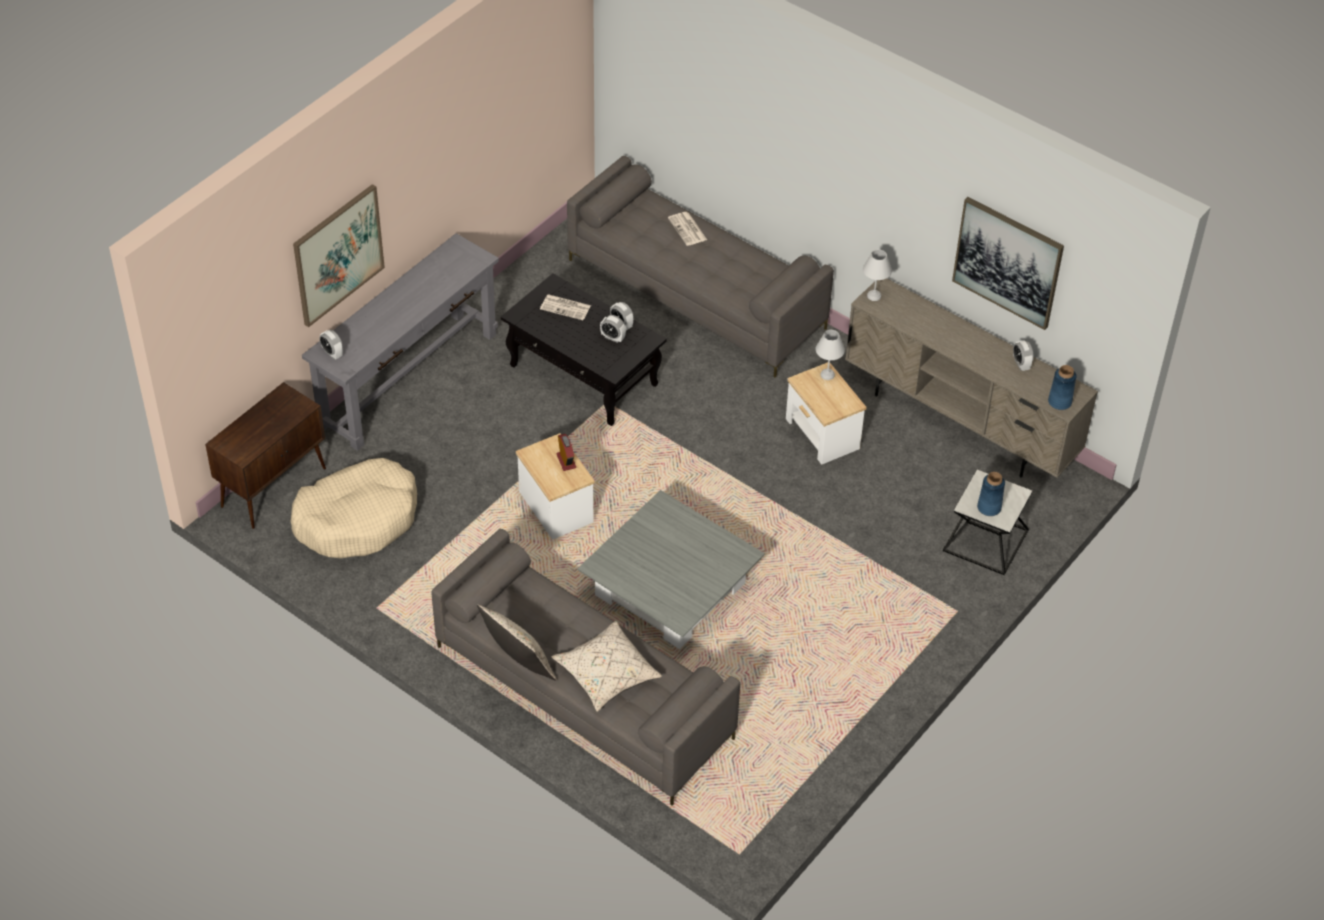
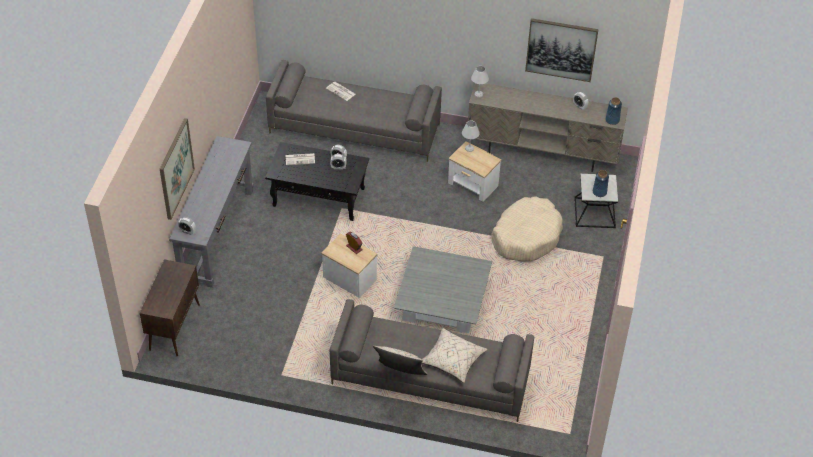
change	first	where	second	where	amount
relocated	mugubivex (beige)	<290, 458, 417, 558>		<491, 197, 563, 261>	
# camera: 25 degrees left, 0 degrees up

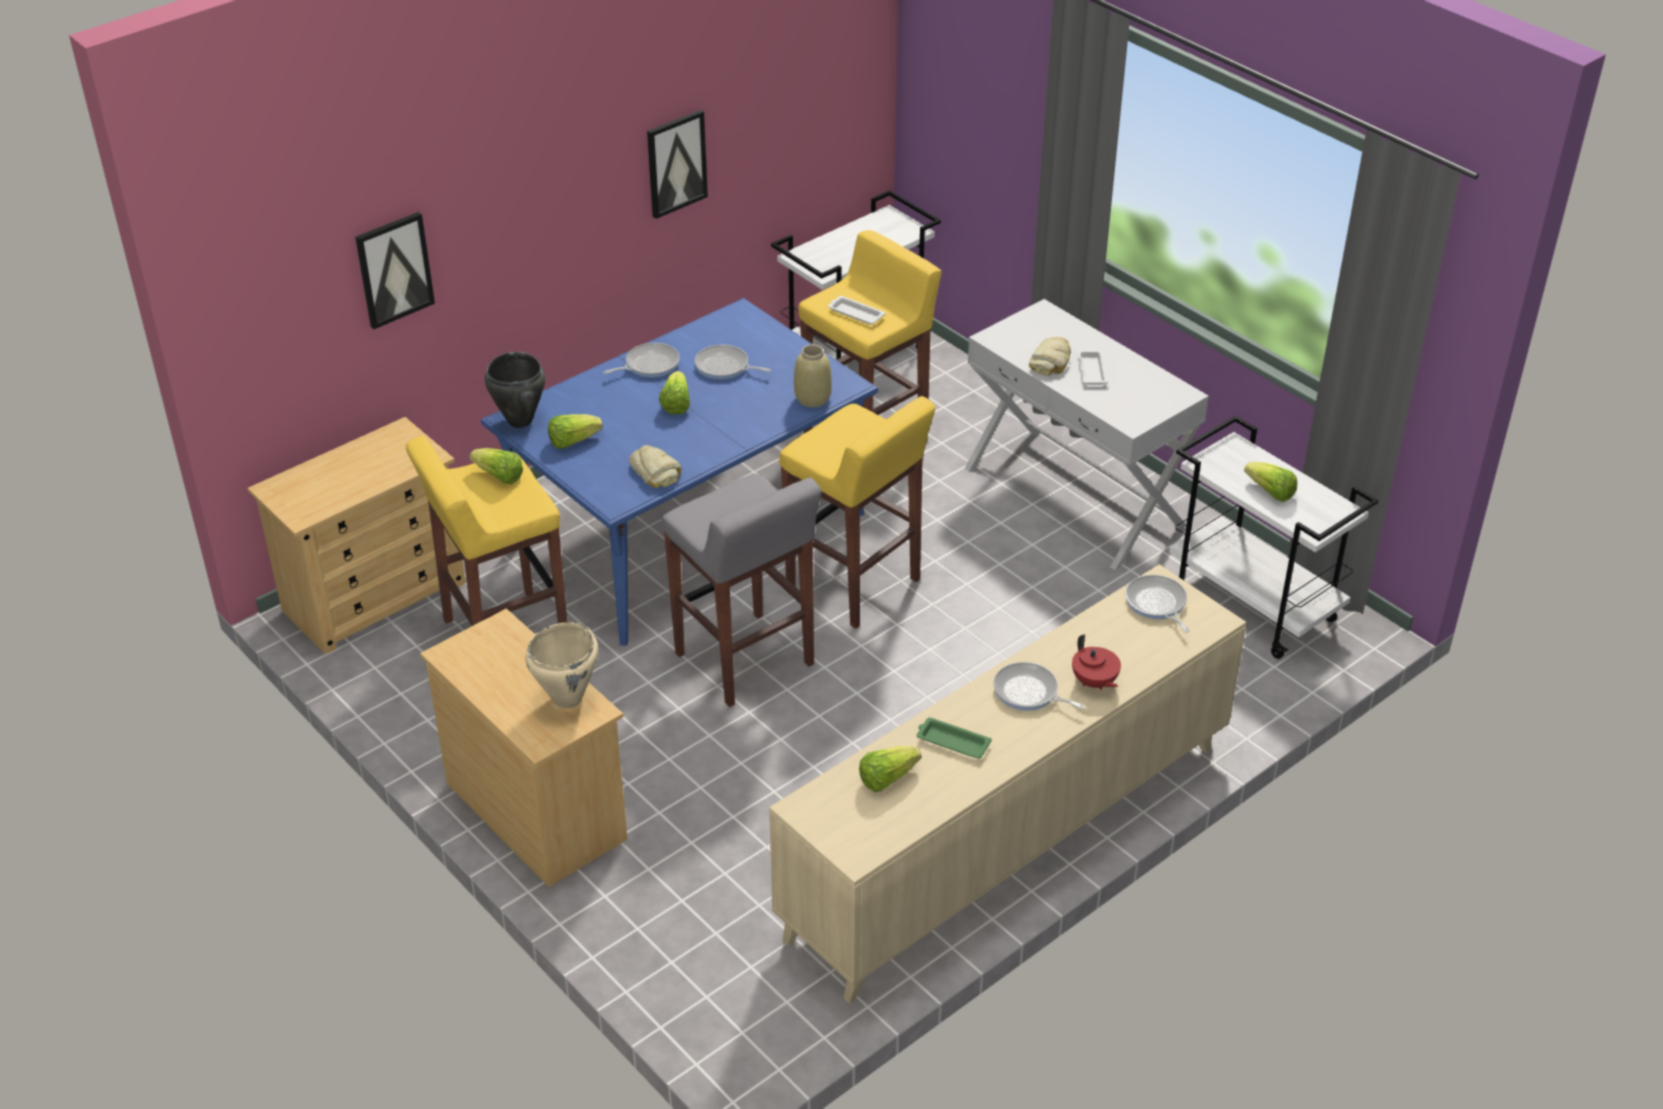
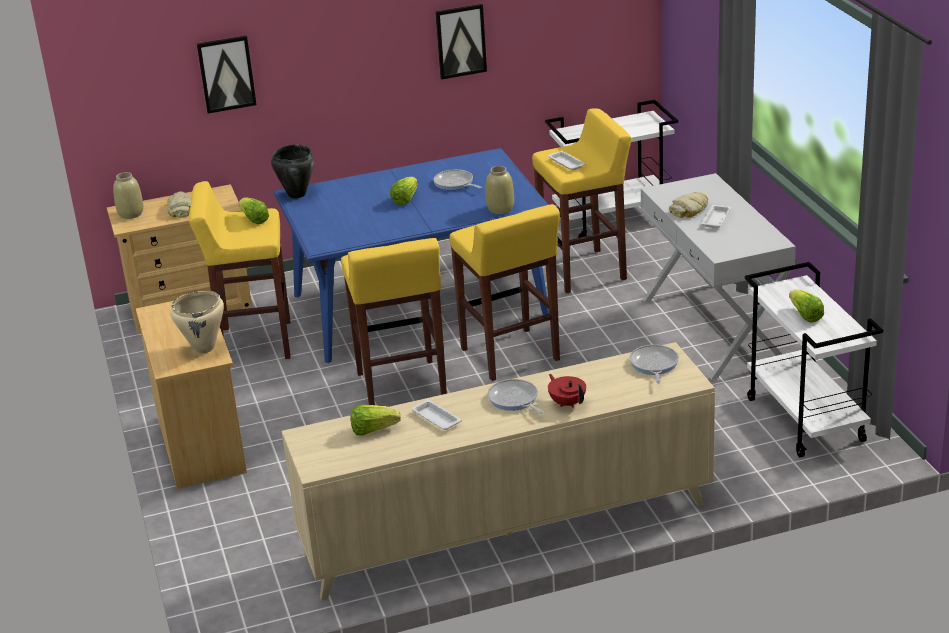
change	first	where	second	where	amount
appeared			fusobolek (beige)	<113, 172, 144, 219>	
relocated	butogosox	<629, 445, 681, 488>		<167, 191, 191, 218>	
colour	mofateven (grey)	<662, 474, 821, 707>	mofateven (yellow)	<341, 238, 447, 405>	
colour	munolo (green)	<917, 717, 992, 759>	munolo (white)	<411, 400, 462, 430>	
spun	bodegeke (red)	<1072, 634, 1121, 690>		<548, 374, 586, 407>	150 degrees clockwise
missing	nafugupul	<548, 414, 603, 449>			
missing	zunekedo	<604, 343, 680, 378>			
# camera: 25 degrees right, 10 degrees down

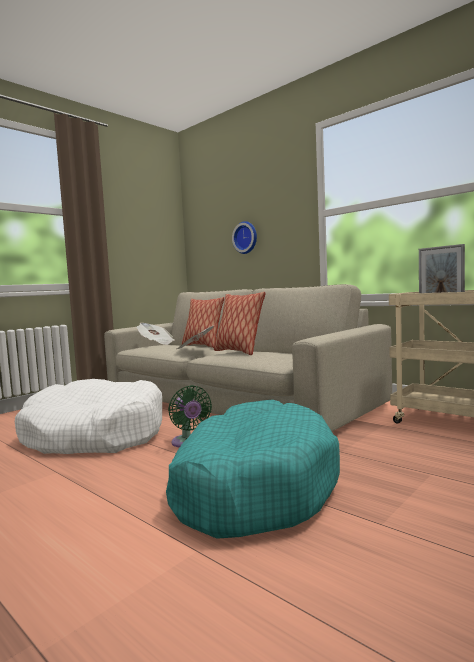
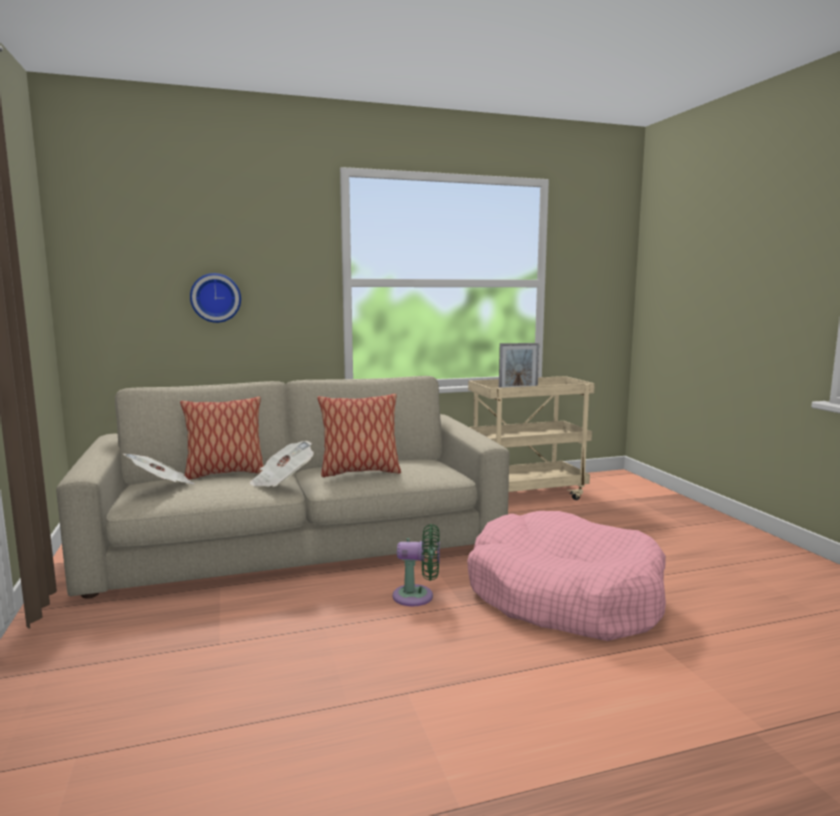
change	first	where	second	where	amount
colour	mugubivex (turquoise)	<166, 400, 340, 539>	mugubivex (pink)	<467, 511, 666, 641>	
missing	mugubivex (white)	<15, 379, 162, 454>			
# camera: 60 degrees left, 5 degrees up

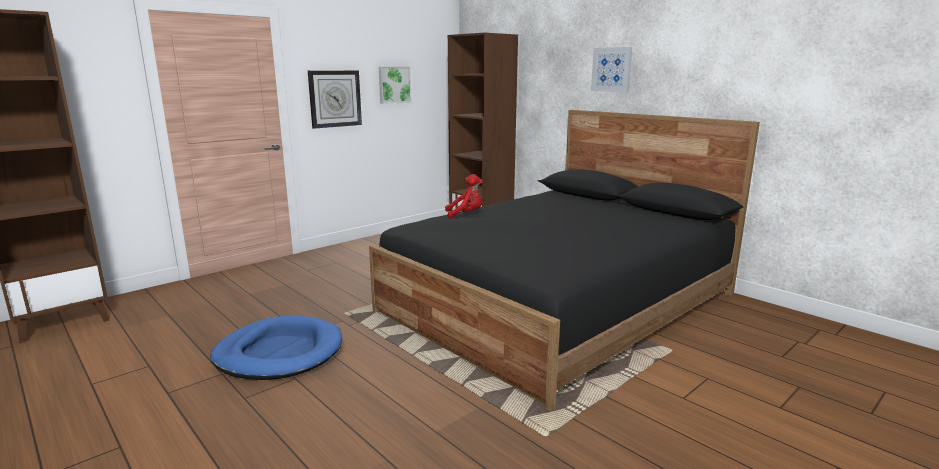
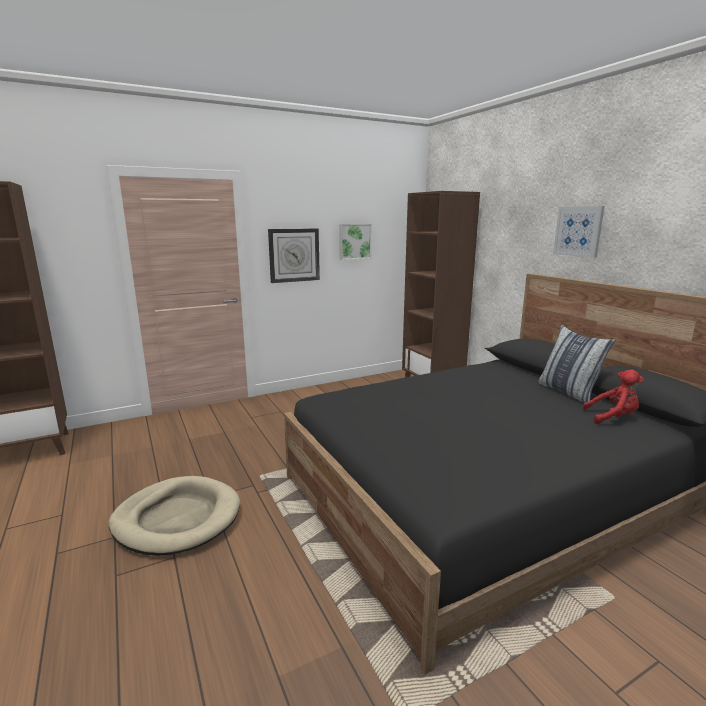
change	first	where	second	where	amount
colour	mugubivex (blue)	<210, 316, 342, 380>	mugubivex (beige)	<109, 476, 240, 556>	
appeared			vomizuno	<538, 325, 616, 403>	
relocated	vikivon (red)	<445, 174, 482, 219>		<583, 370, 644, 424>	
# camera: 15 degrees right, 0 degrees up

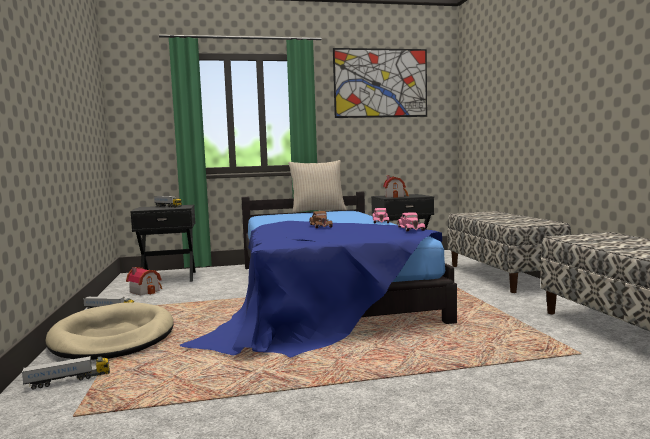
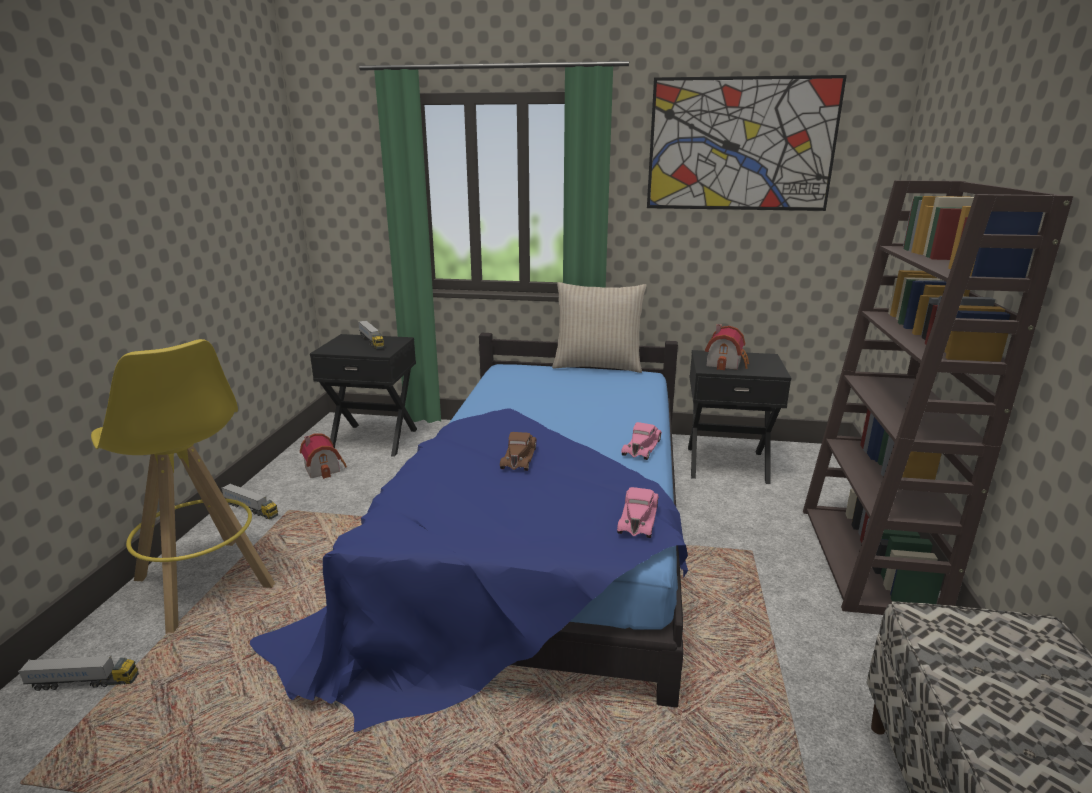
change	first	where	second	where	amount
exchanged	mugubivex (beige)	<45, 302, 174, 360>	mofateven (yellow)	<91, 339, 275, 634>	
exchanged	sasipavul	<448, 211, 571, 293>	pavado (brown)	<803, 180, 1073, 615>	
# camera: 20 degrees right, 15 degrees up

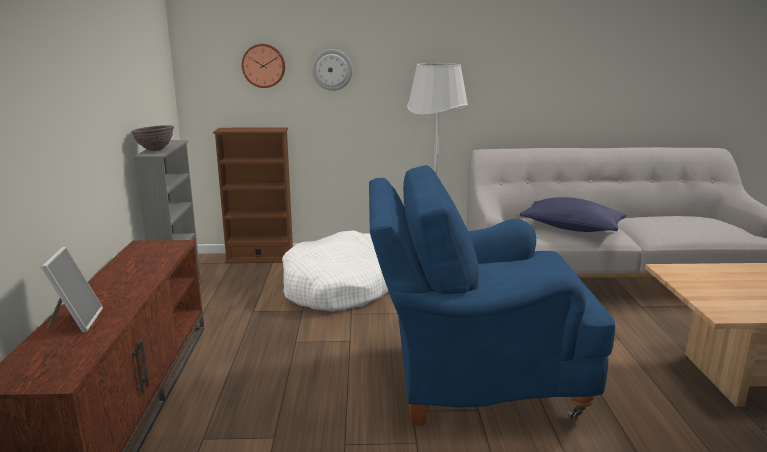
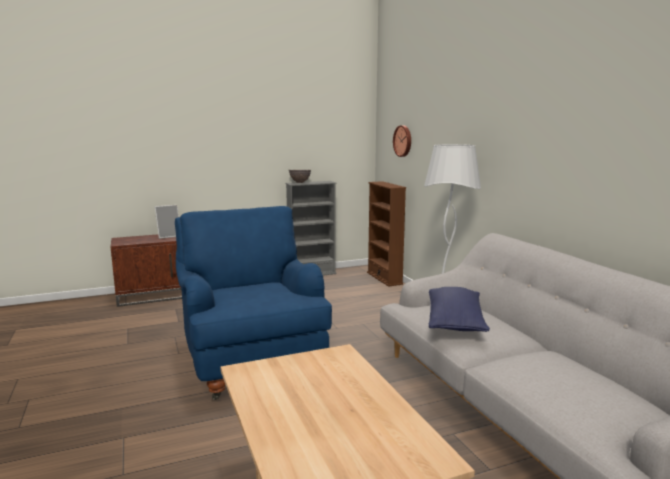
change	first	where	second	where	amount
missing	mugubivex (white)	<282, 230, 389, 311>			
missing	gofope	<312, 49, 353, 91>			
# camera: 70 degrees right, 5 degrees down

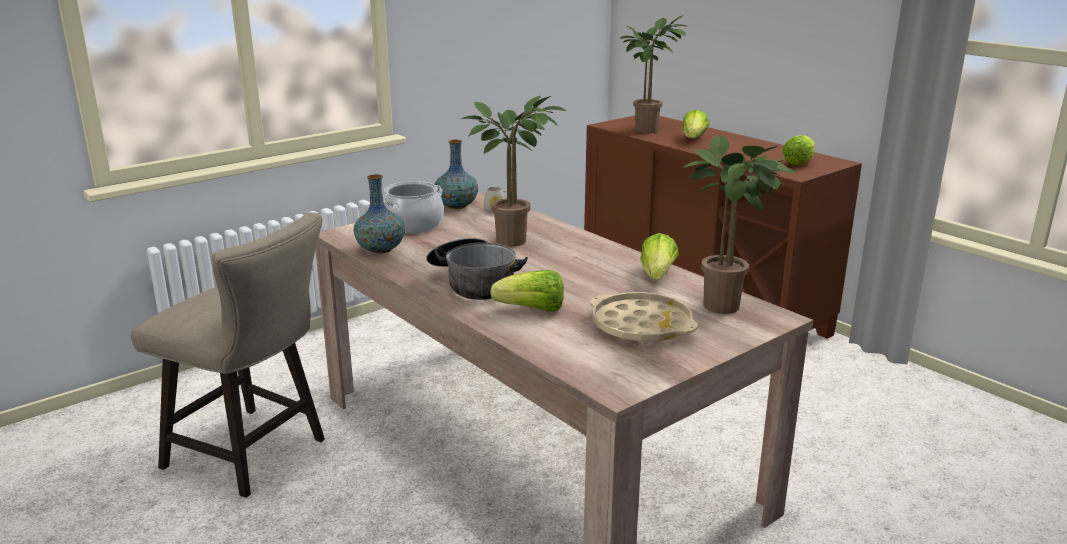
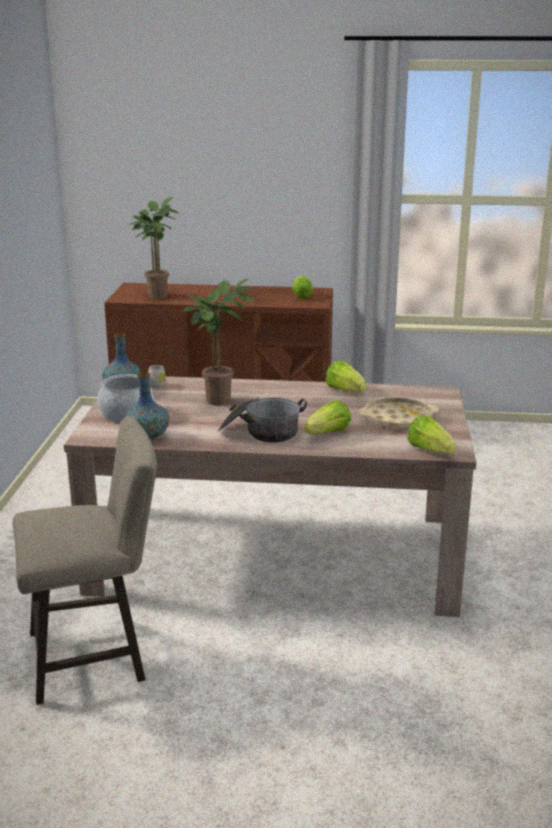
change	first	where	second	where	amount
relocated	nafugupul	<682, 109, 709, 138>		<407, 416, 456, 454>	
missing	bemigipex	<682, 135, 797, 314>			
# camera: 45 degrees left, 0 degrees up

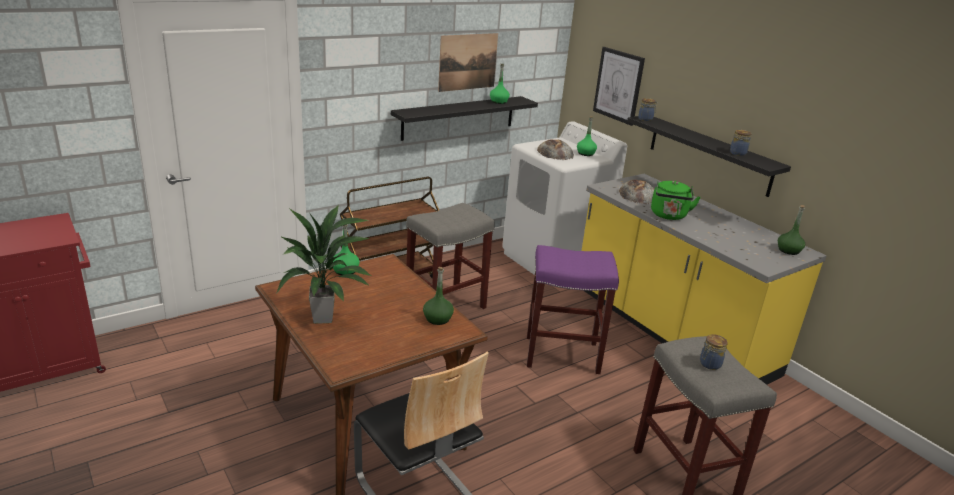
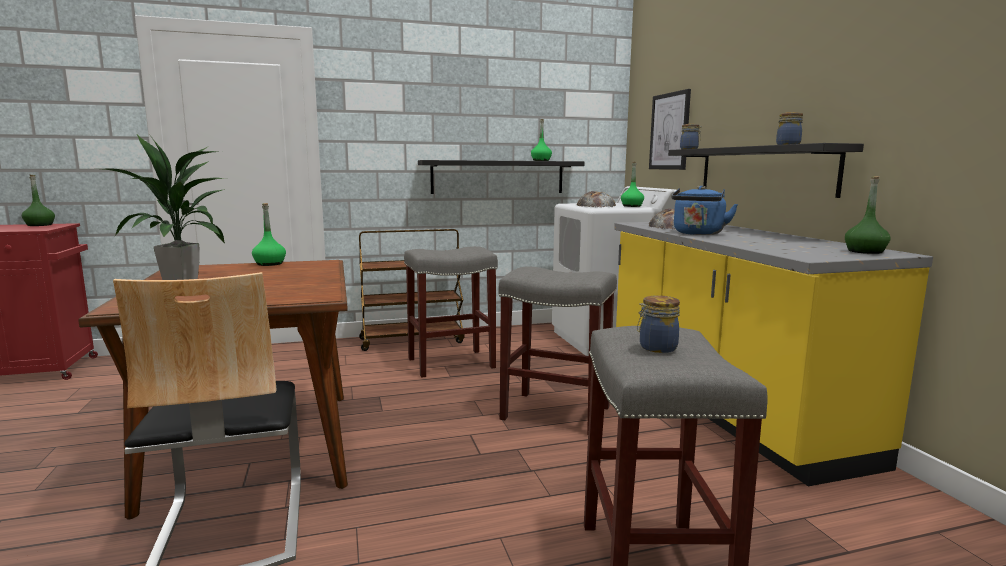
change	first	where	second	where	amount
relocated	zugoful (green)	<423, 267, 454, 325>		<22, 175, 55, 226>	
colour	mofateven (purple)	<527, 245, 619, 374>	mofateven (grey)	<499, 267, 617, 435>	
colour	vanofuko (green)	<651, 181, 701, 220>	vanofuko (blue)	<671, 186, 738, 235>	
missing	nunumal	<438, 33, 498, 92>			
# camera: 20 degrees right, 15 degrees down

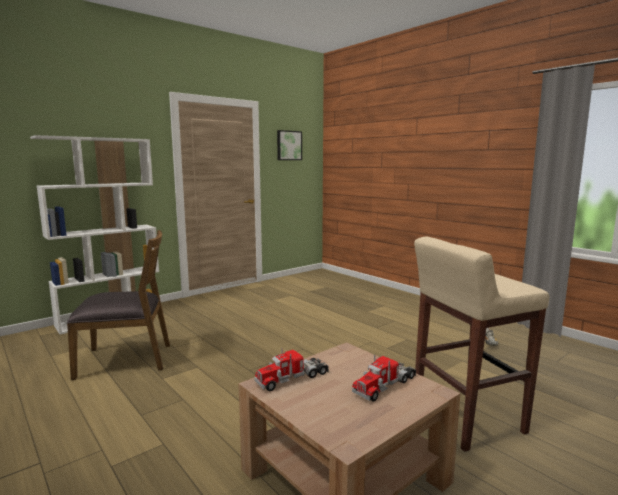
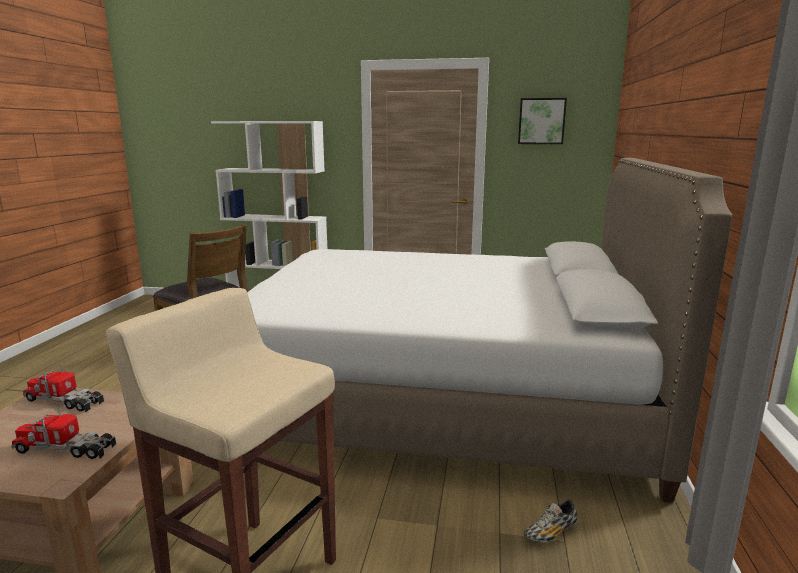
change	first	where	second	where	amount
appeared			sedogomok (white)	<247, 158, 732, 503>	
# camera: 50 degrees right, 5 degrees up

